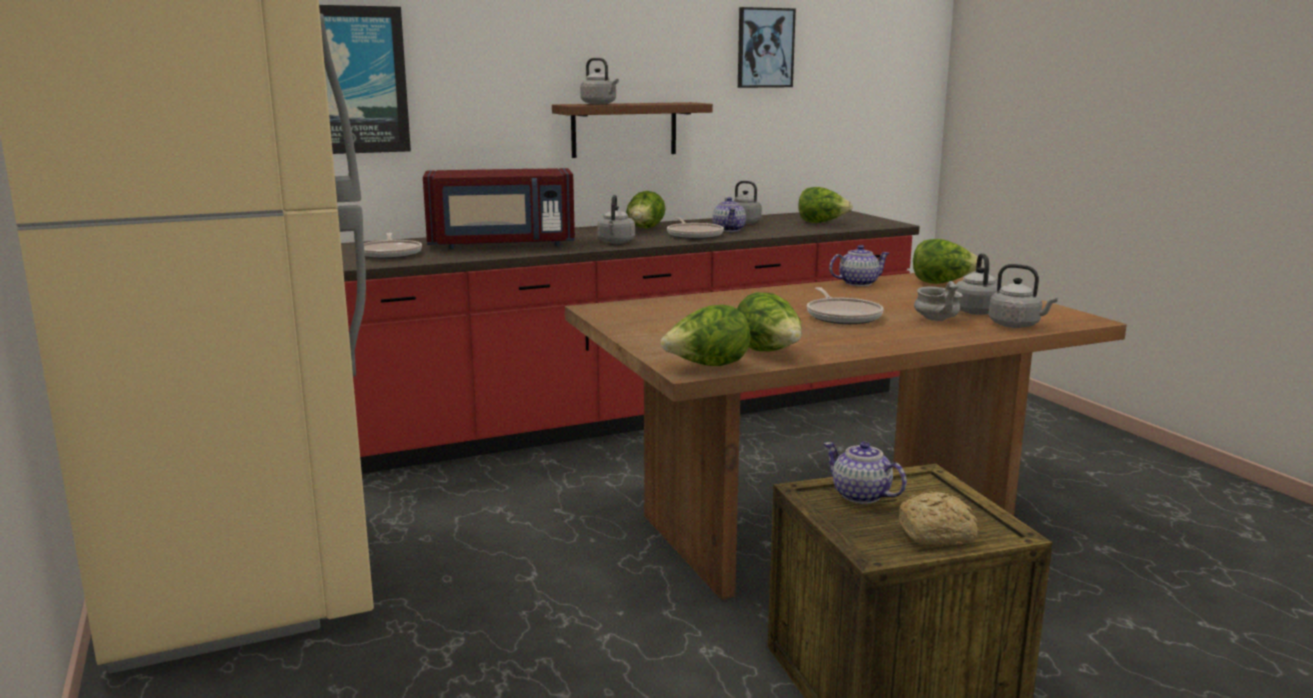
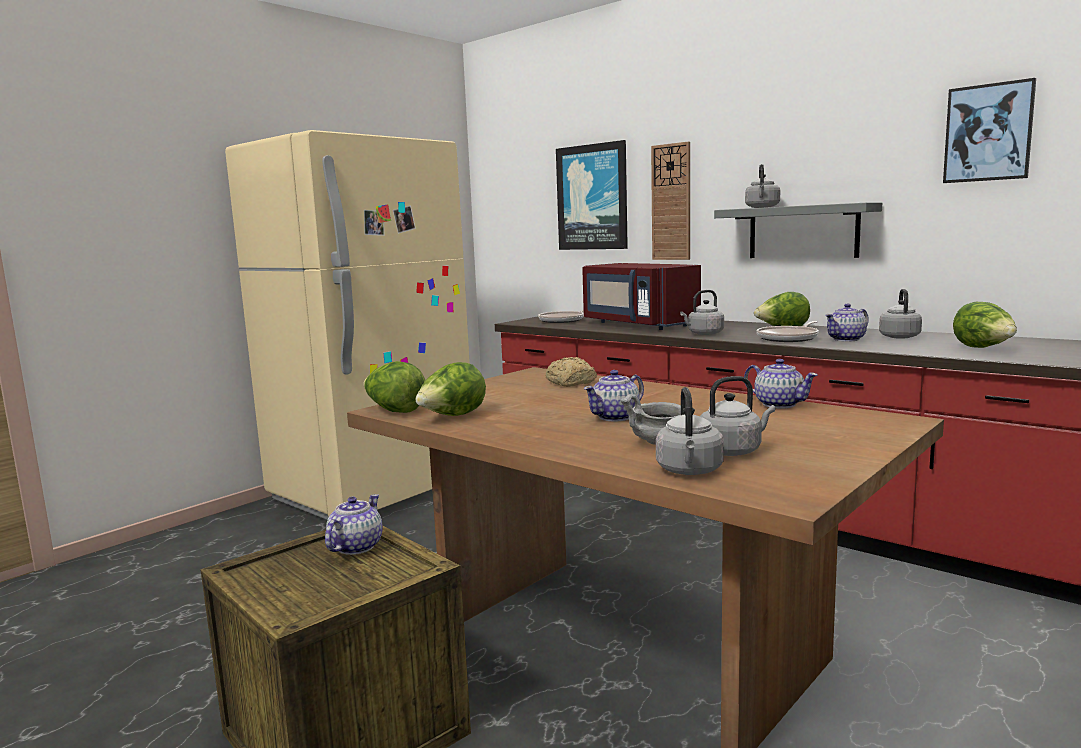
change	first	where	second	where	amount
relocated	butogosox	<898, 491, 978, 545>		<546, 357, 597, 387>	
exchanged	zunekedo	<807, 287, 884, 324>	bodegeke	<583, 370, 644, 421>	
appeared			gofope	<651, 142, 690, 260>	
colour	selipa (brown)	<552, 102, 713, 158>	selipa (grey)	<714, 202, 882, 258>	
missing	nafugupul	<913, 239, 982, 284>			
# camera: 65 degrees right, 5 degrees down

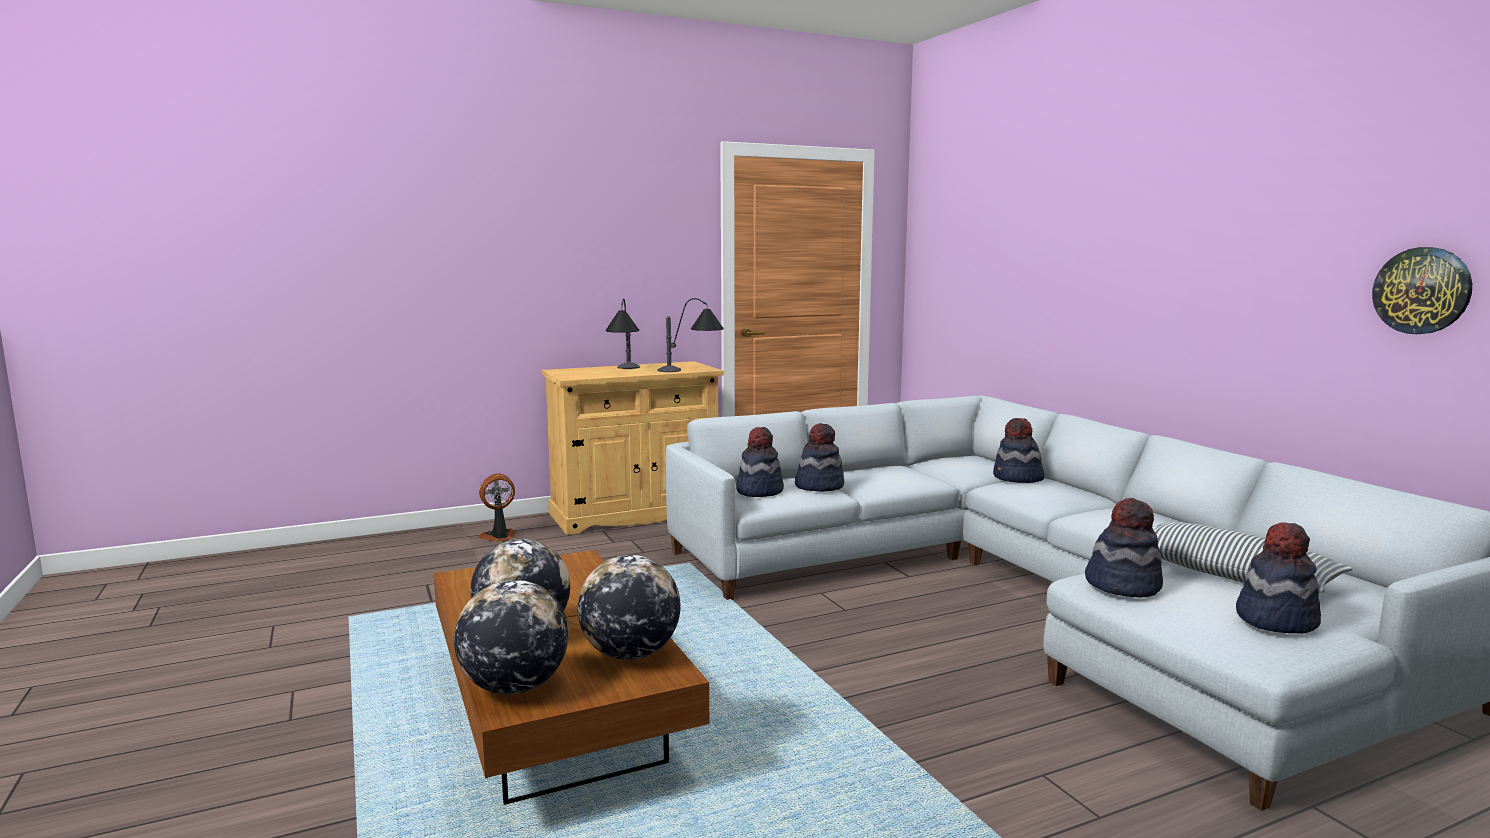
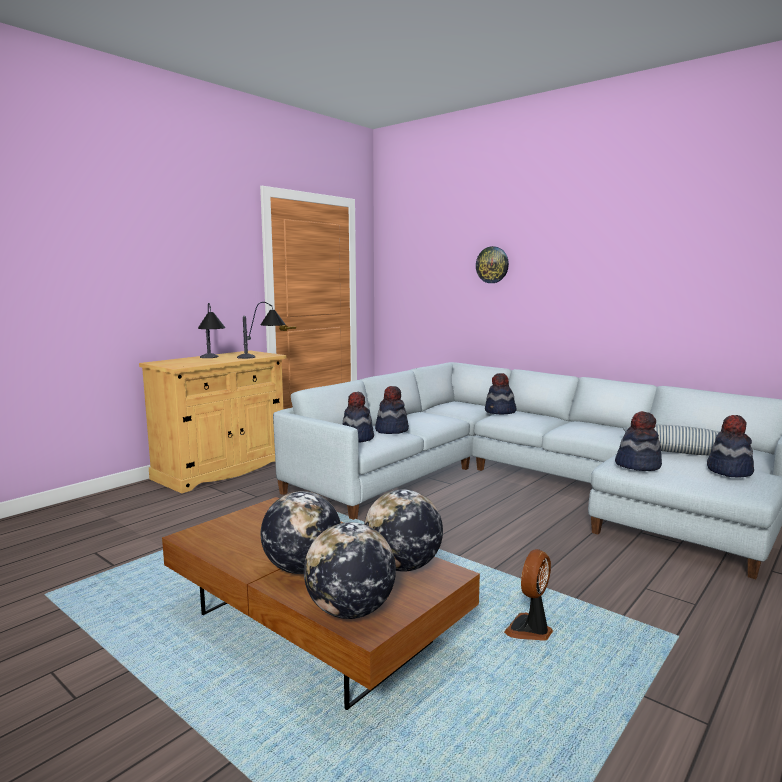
change	first	where	second	where	amount
relocated	gofope	<1372, 247, 1472, 334>		<476, 246, 509, 283>	
relocated	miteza	<478, 473, 515, 542>		<504, 549, 553, 641>	
# camera: 25 degrees left, 0 degrees up

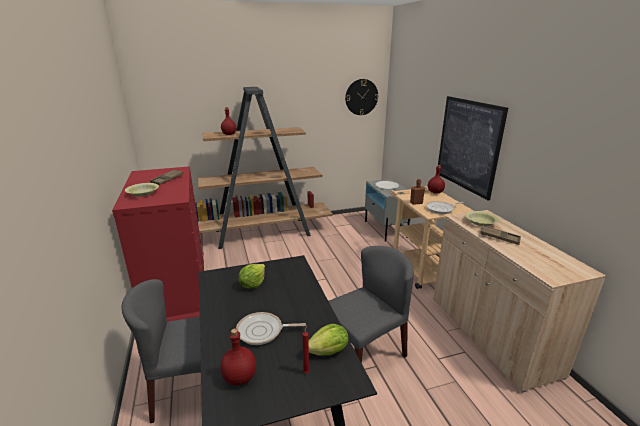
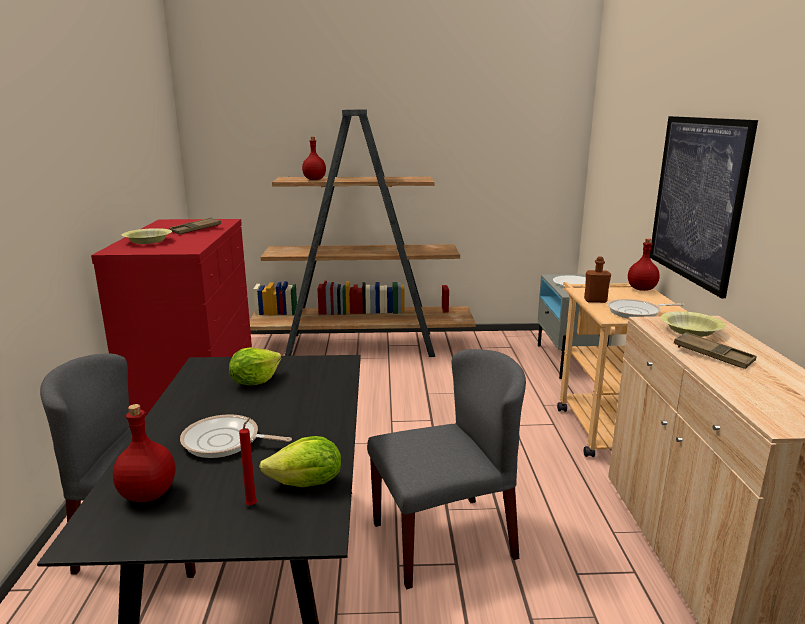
change	first	where	second	where	amount
missing	gofope	<345, 79, 378, 115>			
# camera: 15 degrees right, 5 degrees down

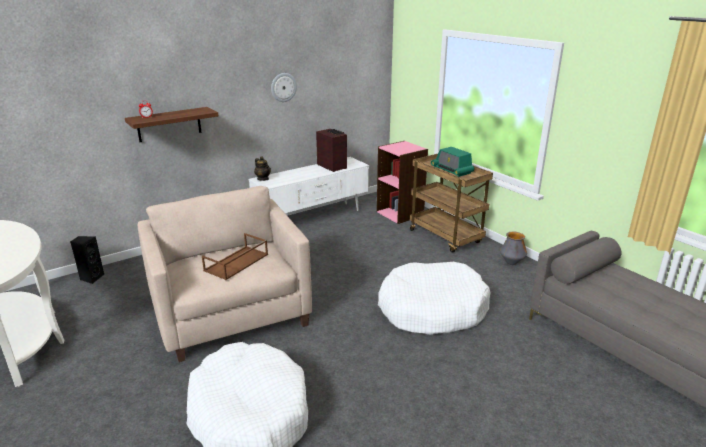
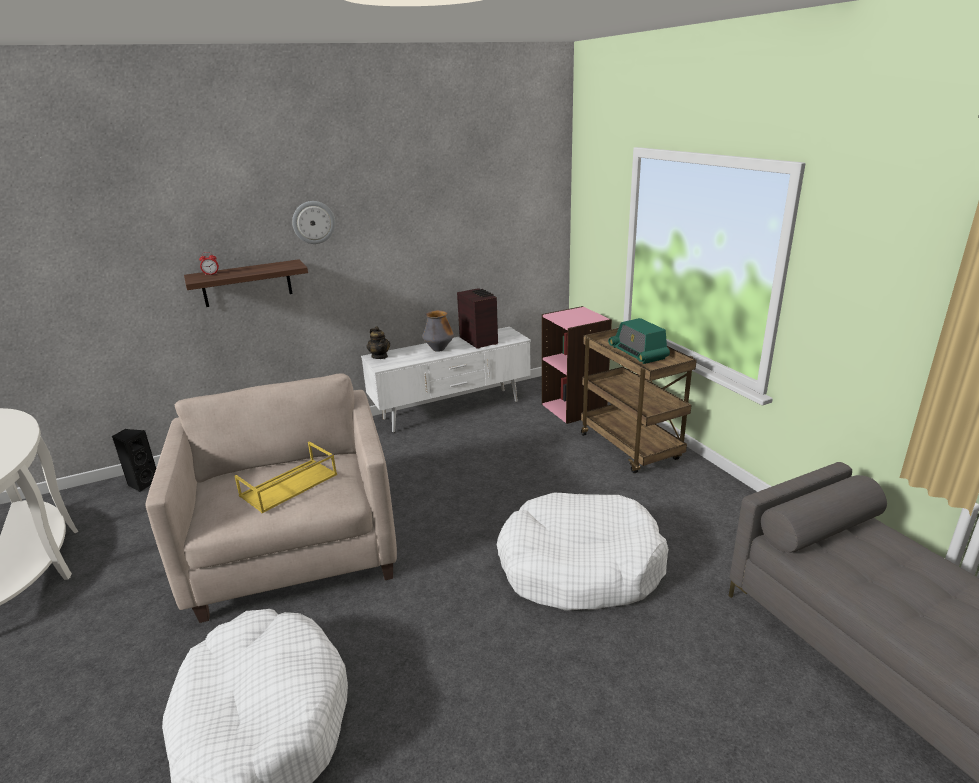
change	first	where	second	where	amount
colour	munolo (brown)	<202, 233, 268, 280>	munolo (yellow)	<235, 441, 337, 513>	
relocated	gofope	<271, 73, 297, 102>		<292, 201, 335, 244>	
relocated	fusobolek	<500, 232, 527, 265>		<422, 310, 454, 352>	
# camera: 10 degrees right, 0 degrees up

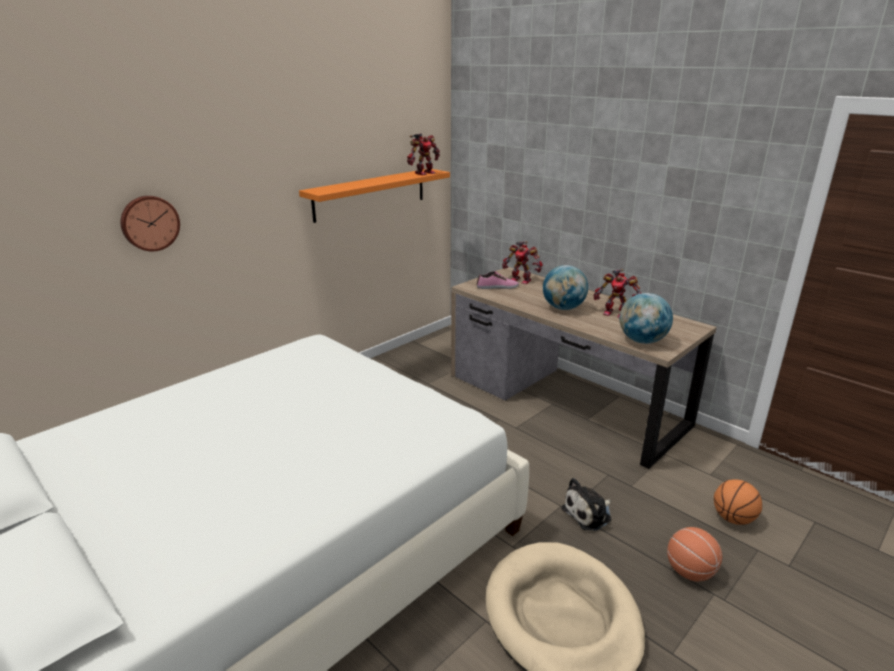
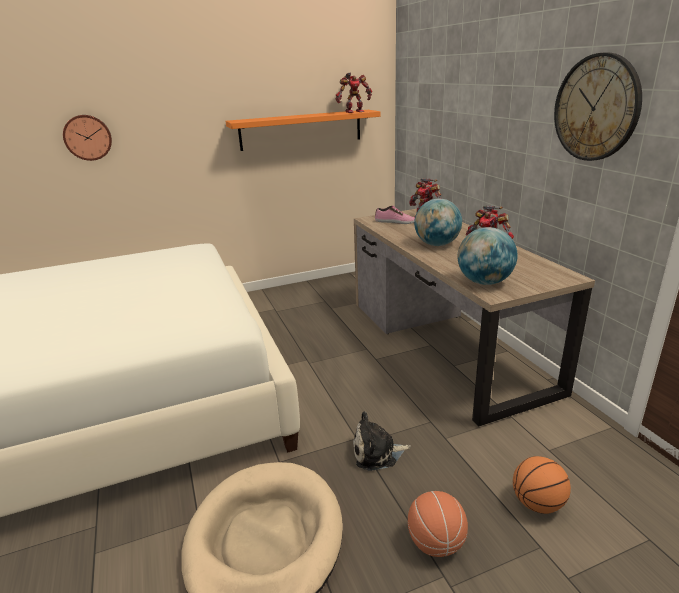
change	first	where	second	where	amount
appeared			gofope	<554, 53, 642, 161>	
# camera: 25 degrees right, 0 degrees up

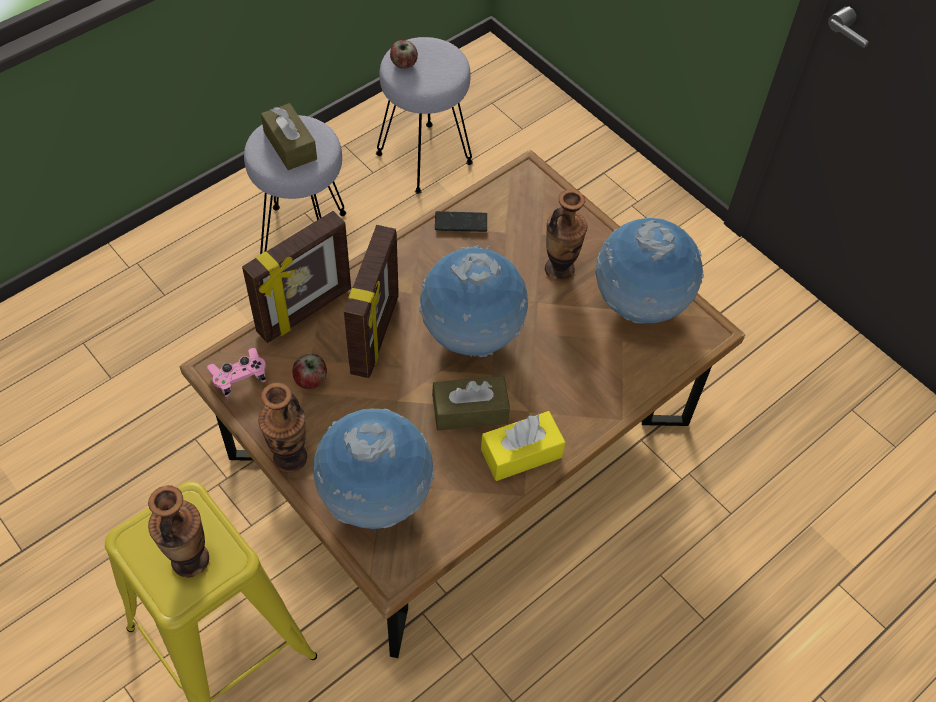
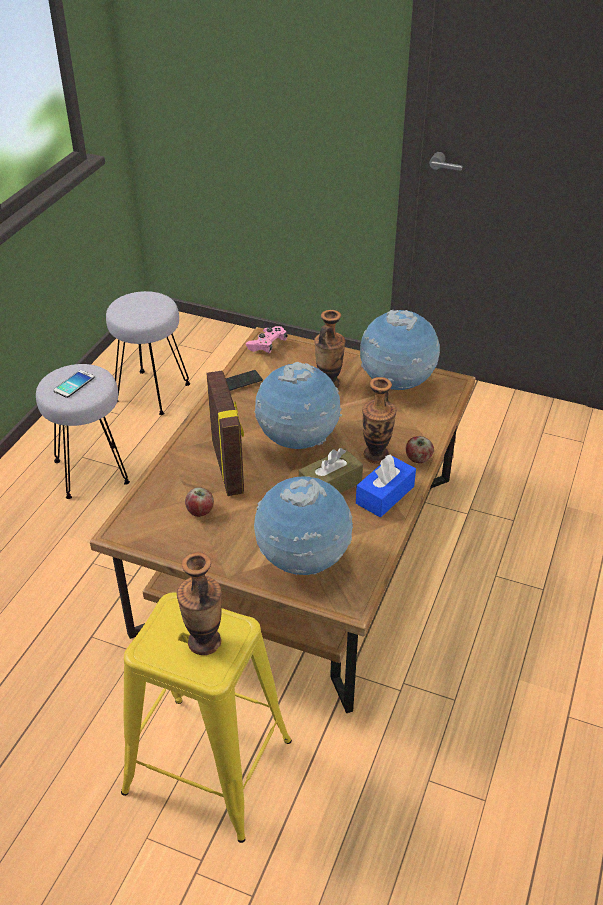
change	first	where	second	where	amount
exchanged	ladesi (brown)	<261, 103, 317, 170>	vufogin	<53, 370, 95, 398>	
relocated	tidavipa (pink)	<207, 348, 266, 397>		<246, 326, 287, 353>	
colour	ladesi (yellow)	<481, 411, 565, 481>	ladesi (blue)	<356, 455, 416, 517>	
relocated	fusobolek	<258, 382, 307, 472>		<362, 377, 396, 464>	
relocated	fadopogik	<390, 40, 418, 69>		<406, 436, 434, 463>	
missing	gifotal	<242, 211, 351, 343>			
# camera: 25 degrees left, 15 degrees down

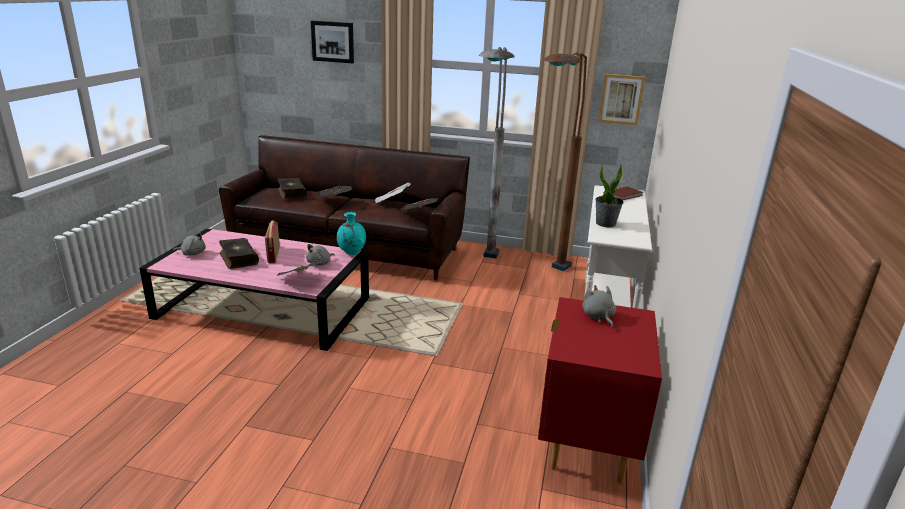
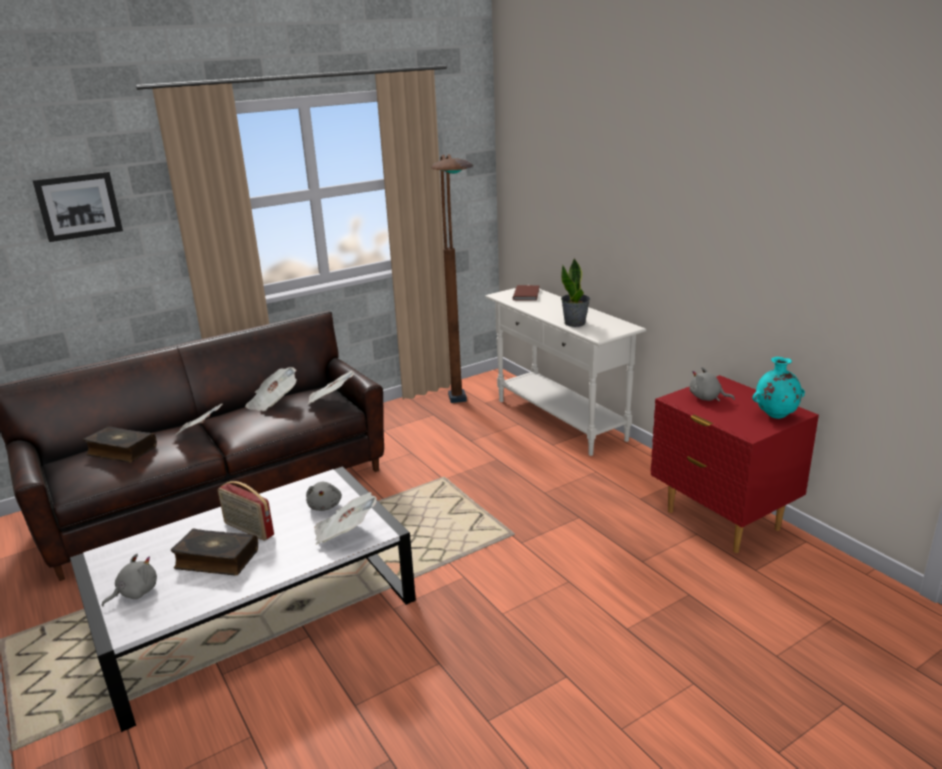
change	first	where	second	where	amount
colour	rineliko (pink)	<139, 229, 369, 351>	rineliko (white)	<70, 466, 416, 732>	
relocated	fusobolek (turquoise)	<337, 212, 366, 255>		<752, 357, 805, 419>	
missing	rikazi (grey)	<479, 47, 515, 259>			
missing	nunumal	<598, 74, 645, 125>			
# camera: 45 degrees left, 0 degrees up

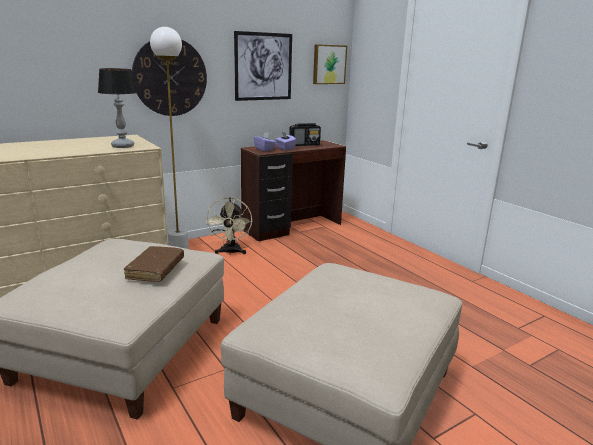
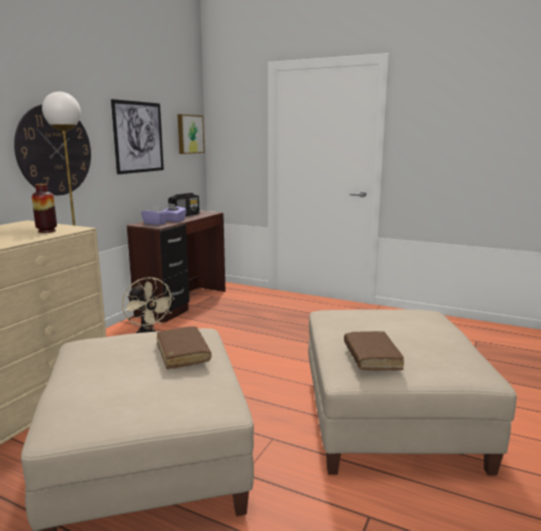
change	first	where	second	where	amount
exchanged	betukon	<98, 68, 137, 148>	fusobolek	<32, 184, 57, 233>	
appeared			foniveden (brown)	<344, 331, 404, 371>	
# camera: 30 degrees left, 5 degrees down

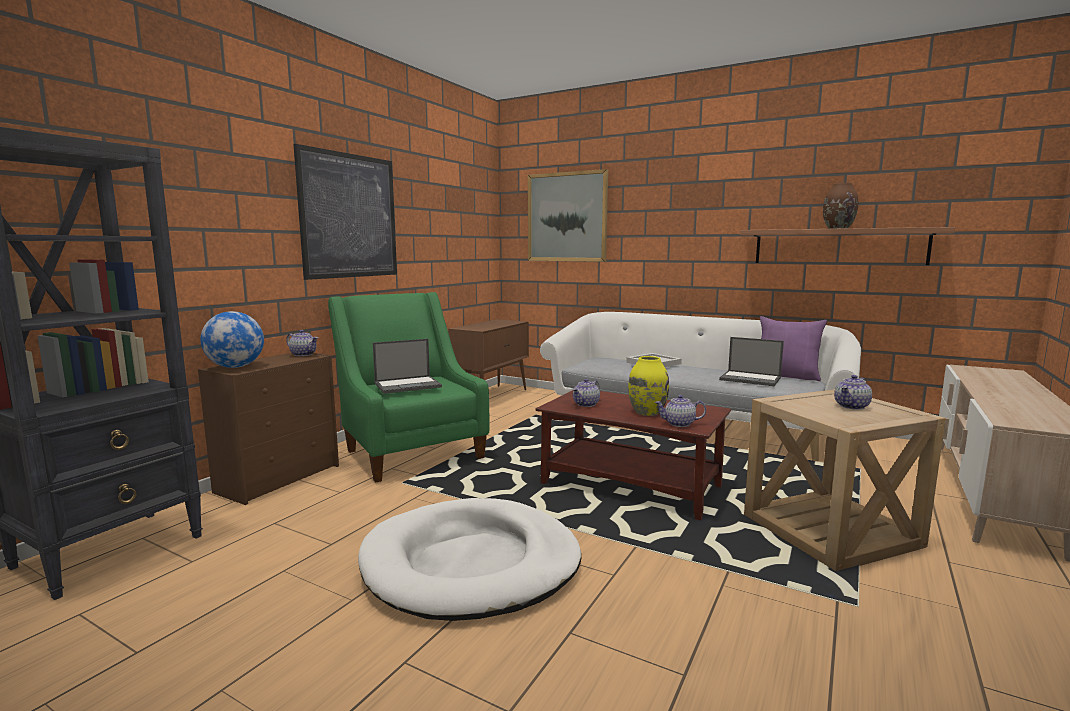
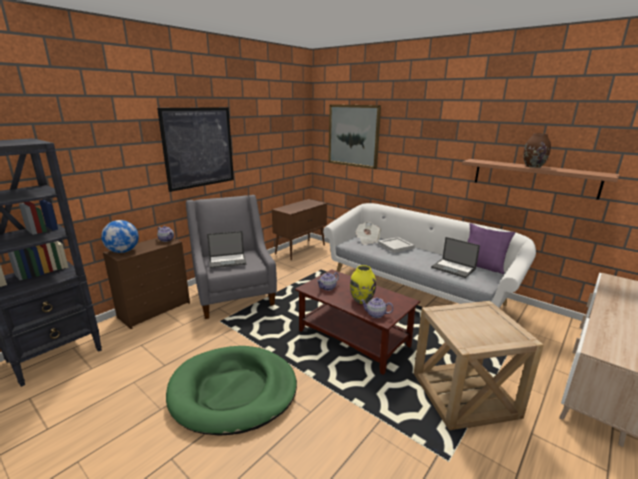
change	first	where	second	where	amount
colour	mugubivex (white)	<358, 498, 581, 621>	mugubivex (green)	<166, 346, 297, 436>	
colour	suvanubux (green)	<328, 292, 489, 483>	suvanubux (grey)	<186, 195, 277, 319>	
appeared			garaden	<355, 222, 381, 245>	
missing	bodegeke	<834, 375, 872, 410>			
# camera: 10 degrees right, 10 degrees up

